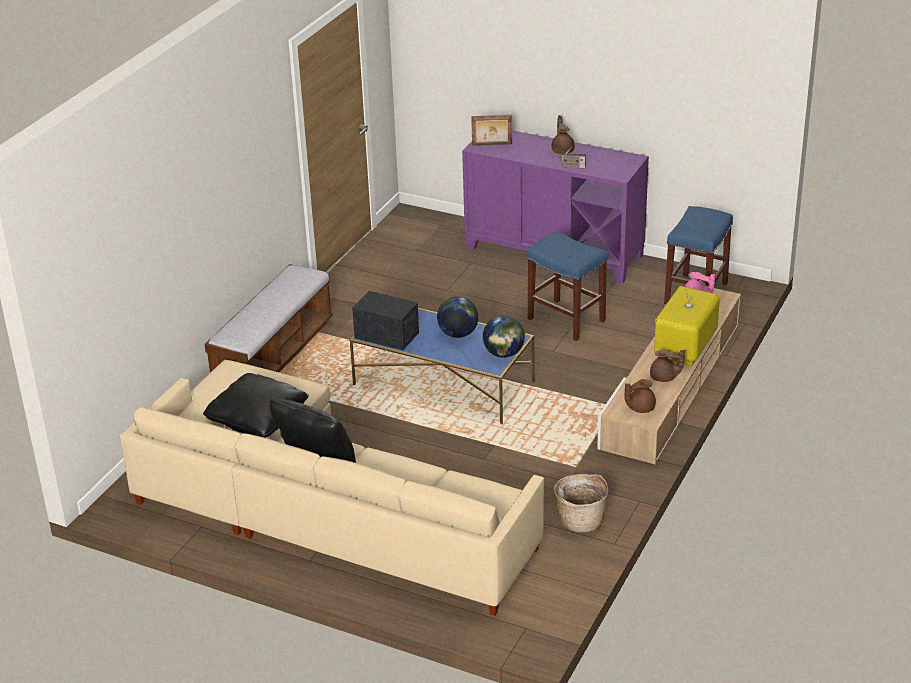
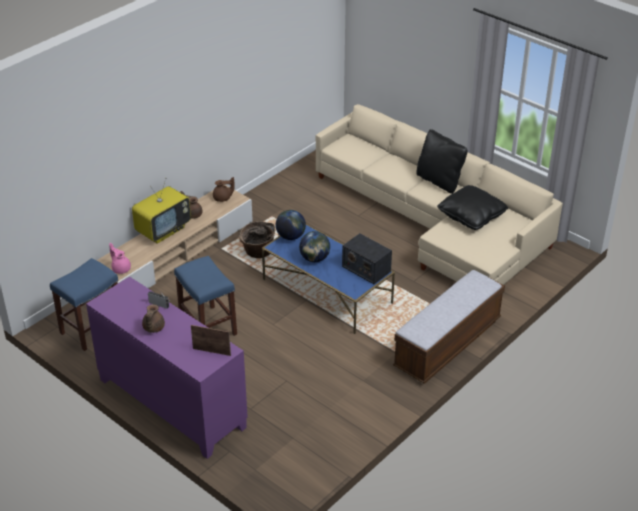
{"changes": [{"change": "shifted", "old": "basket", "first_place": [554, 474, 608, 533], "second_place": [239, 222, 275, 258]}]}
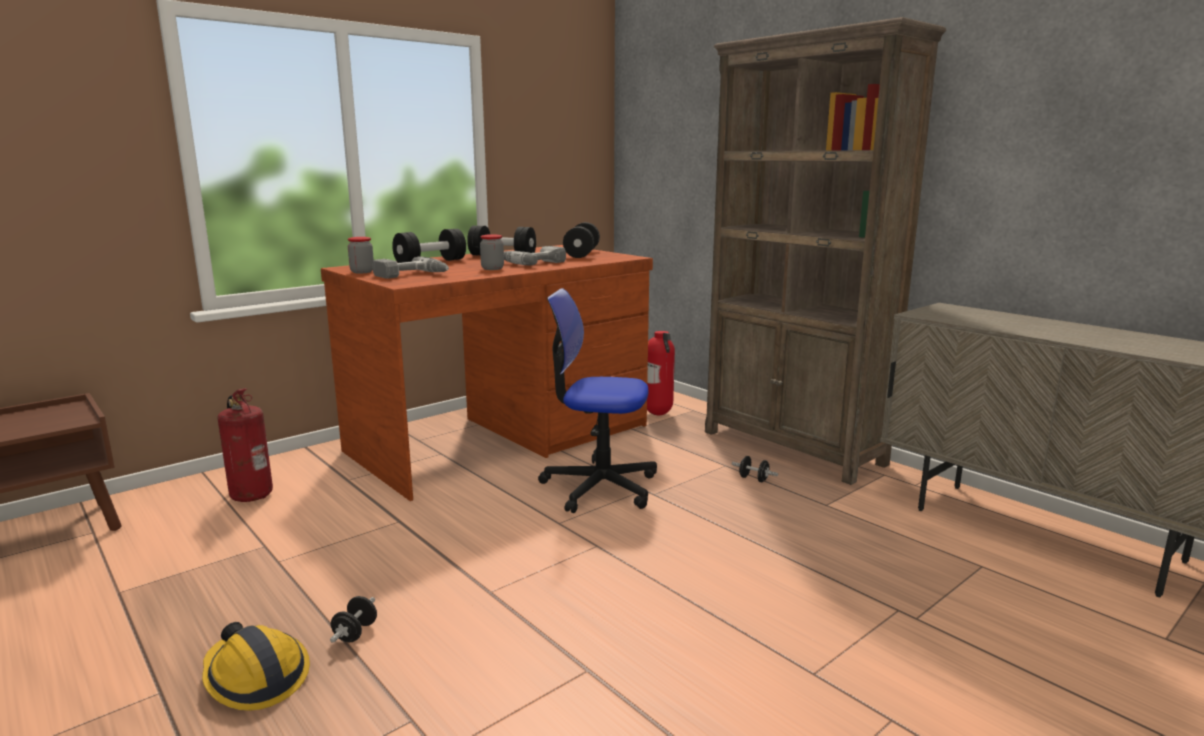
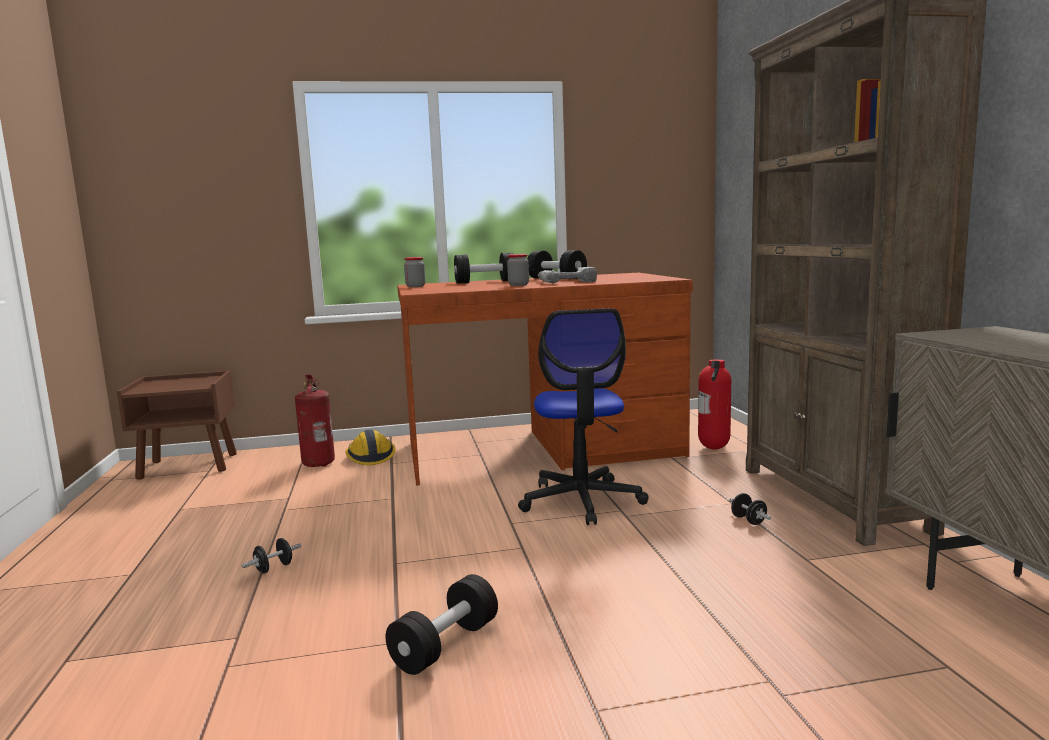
{"changes": [{"change": "gone", "old": "power_drill", "first_place": [372, 257, 449, 279]}, {"change": "shifted", "old": "hard_hat", "first_place": [202, 622, 310, 711], "second_place": [345, 430, 396, 465]}, {"change": "shifted", "old": "black_dumbbell", "first_place": [563, 222, 600, 258], "second_place": [386, 574, 498, 675]}, {"change": "rotated", "old": "office_chair", "first_place": [538, 288, 657, 513], "second_place": [518, 308, 649, 525], "degrees": -135}]}
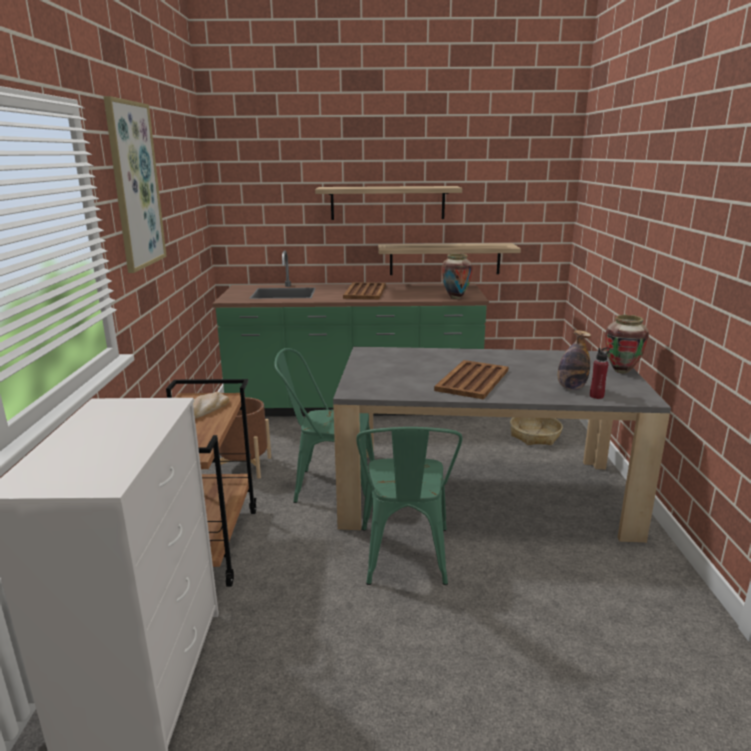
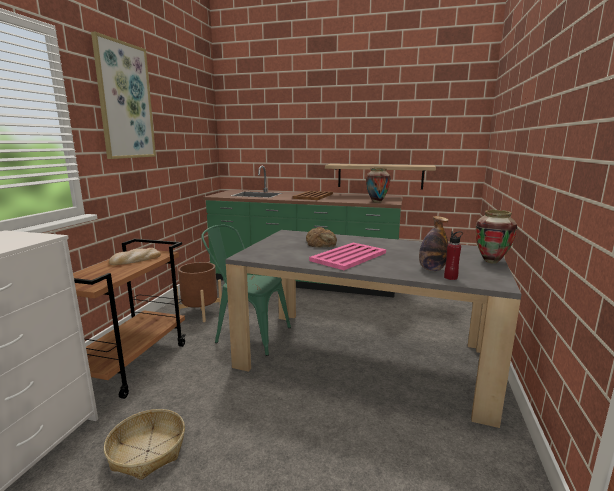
{"changes": [{"change": "gone", "old": "shelf", "first_place": [315, 186, 462, 220]}, {"change": "gone", "old": "green_chair", "first_place": [356, 427, 462, 585]}, {"change": "new", "new": "bread", "second_place": [306, 227, 337, 248]}, {"change": "shifted", "old": "basket", "first_place": [510, 417, 563, 445], "second_place": [104, 409, 185, 480]}, {"change": "repainted", "old": "brown_tray", "new": "pink_tray", "first_place": [434, 360, 508, 400], "second_place": [309, 243, 386, 270]}]}
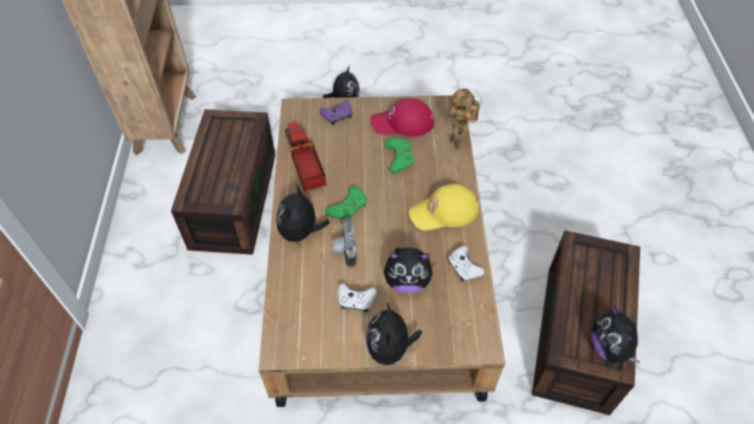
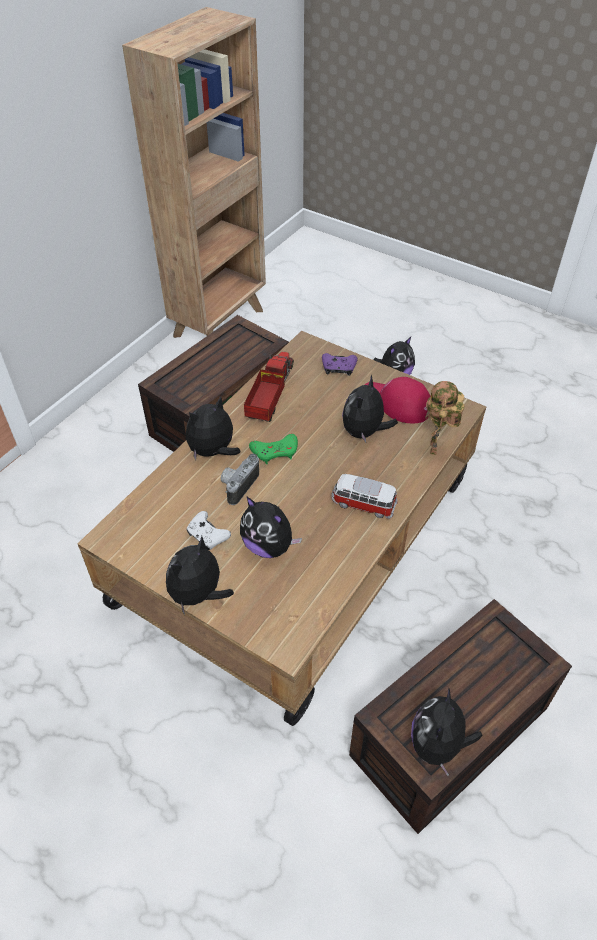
{"changes": [{"change": "gone", "old": "white_game_controller", "first_place": [448, 245, 485, 281]}, {"change": "swapped", "old": "green_game_controller", "new": "plush_toy", "first_place": [384, 138, 414, 173], "second_place": [342, 375, 398, 442]}, {"change": "swapped", "old": "yellow_cap", "new": "toy_car", "first_place": [409, 184, 479, 230], "second_place": [331, 474, 398, 519]}]}
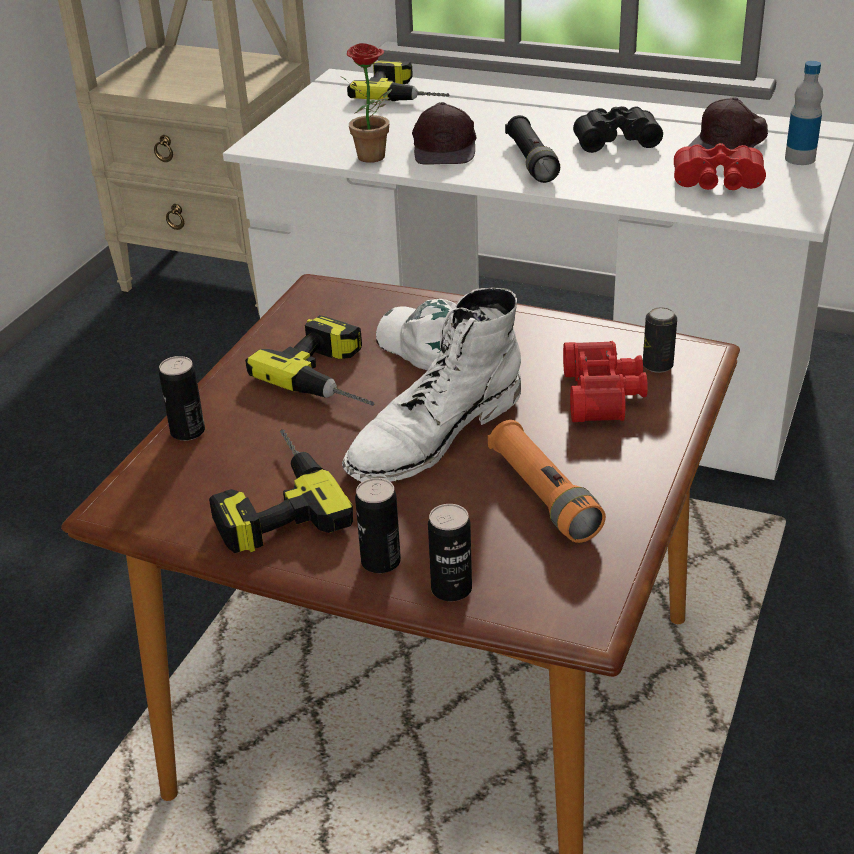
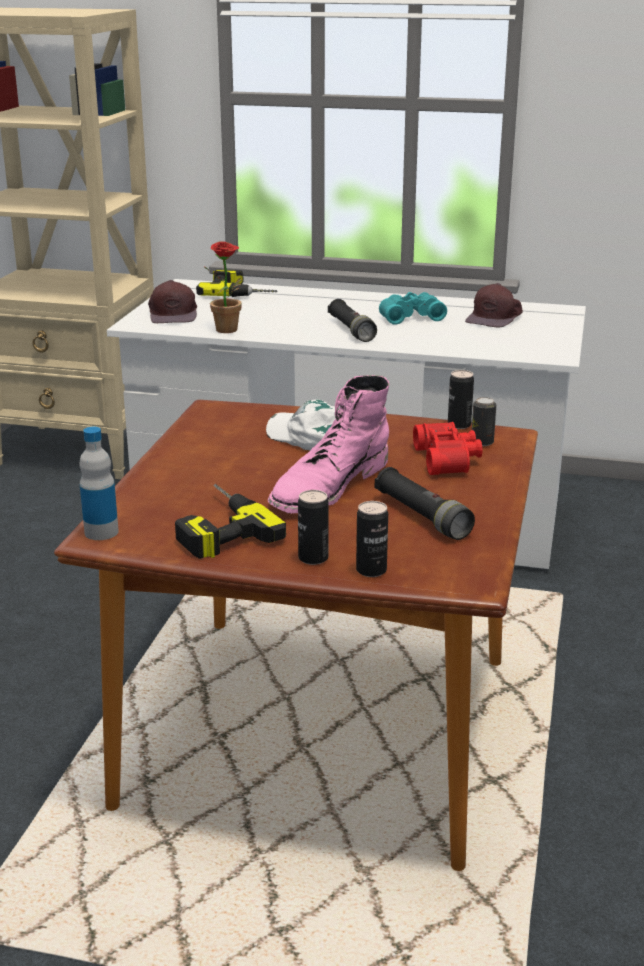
{"changes": [{"change": "gone", "old": "power_drill", "first_place": [245, 315, 374, 406]}, {"change": "gone", "old": "red_binoculars", "first_place": [674, 143, 766, 190]}, {"change": "shifted", "old": "can", "first_place": [159, 356, 205, 441], "second_place": [448, 370, 474, 429]}, {"change": "shifted", "old": "brown_cap", "first_place": [412, 102, 476, 165], "second_place": [148, 280, 197, 323]}, {"change": "shifted", "old": "bottle", "first_place": [785, 61, 823, 165], "second_place": [79, 427, 119, 540]}, {"change": "repainted", "old": "white_boot", "new": "pink_boot", "first_place": [342, 287, 521, 482], "second_place": [268, 375, 389, 514]}, {"change": "repainted", "old": "orange_flashlight", "new": "black_flashlight", "first_place": [488, 420, 606, 543], "second_place": [375, 467, 475, 540]}, {"change": "repainted", "old": "black_binoculars", "new": "turquoise_binoculars", "first_place": [573, 106, 663, 153], "second_place": [379, 292, 447, 325]}]}
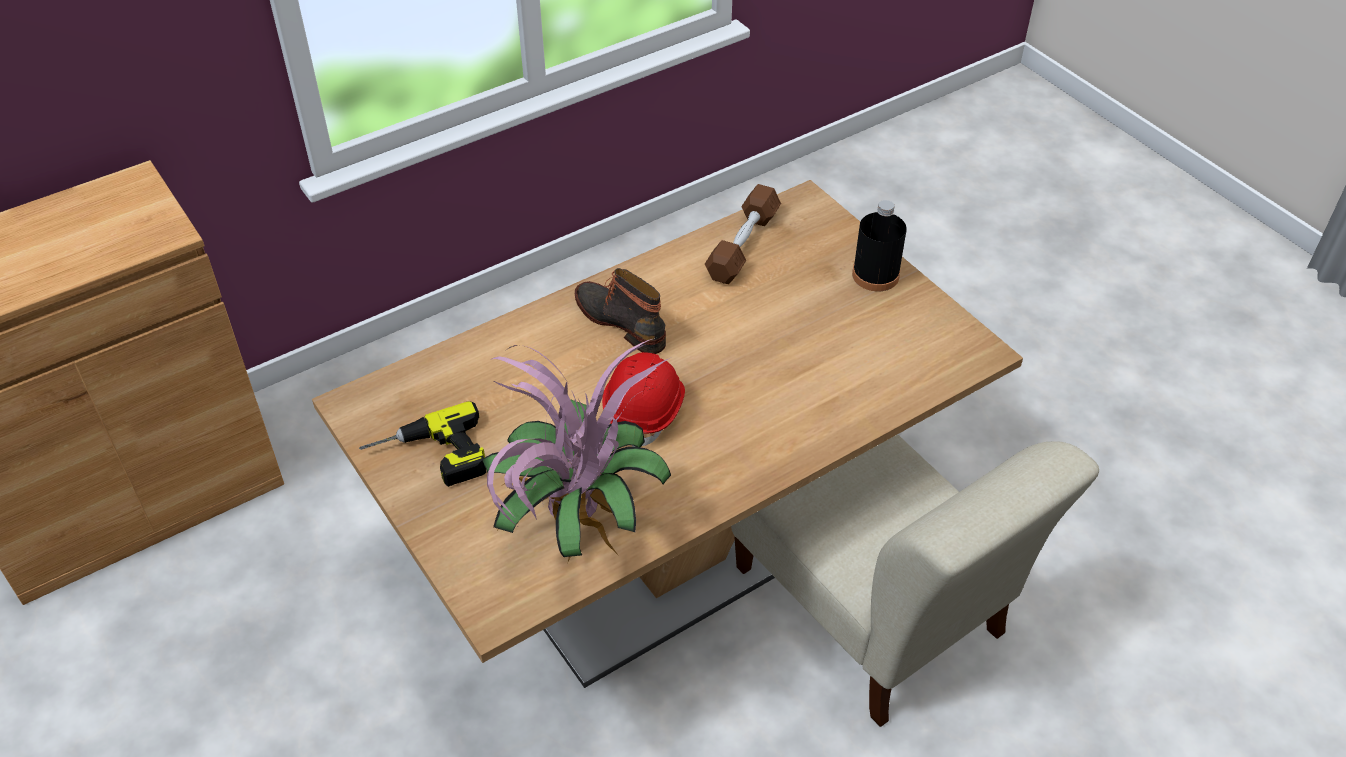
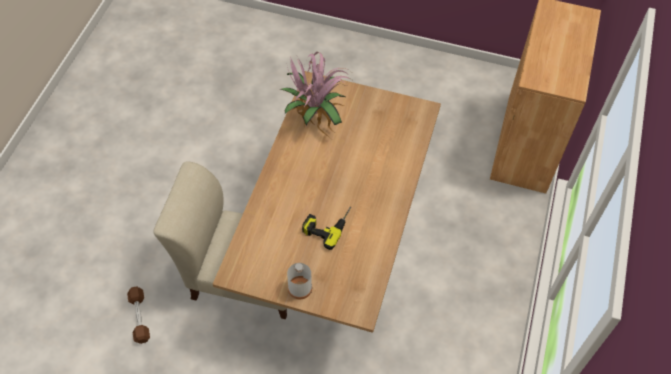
{"changes": [{"change": "gone", "old": "boot", "first_place": [575, 268, 666, 354]}, {"change": "gone", "old": "red_hard_hat", "first_place": [602, 352, 685, 447]}, {"change": "shifted", "old": "power_drill", "first_place": [359, 401, 486, 487], "second_place": [302, 207, 351, 250]}, {"change": "shifted", "old": "brown_dumbbell", "first_place": [705, 184, 781, 284], "second_place": [127, 286, 150, 344]}, {"change": "repainted", "old": "black_bottle", "new": "white_bottle", "first_place": [852, 200, 907, 291], "second_place": [287, 263, 312, 299]}]}
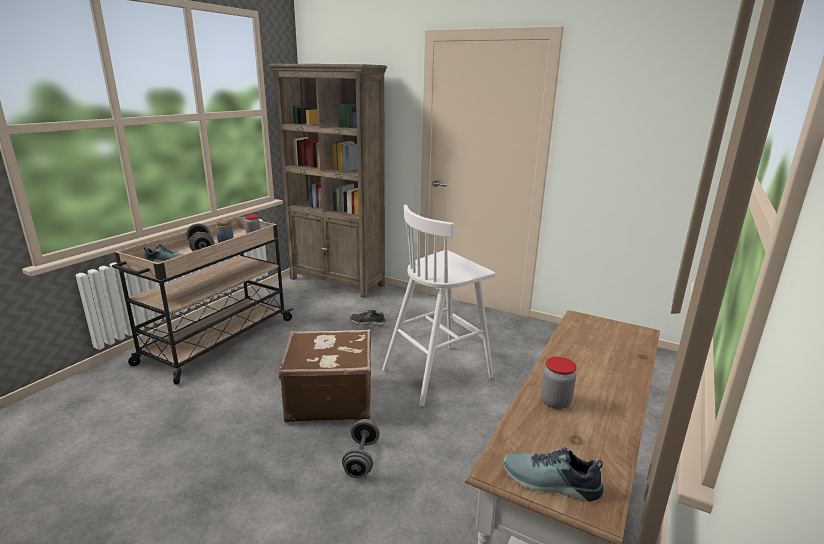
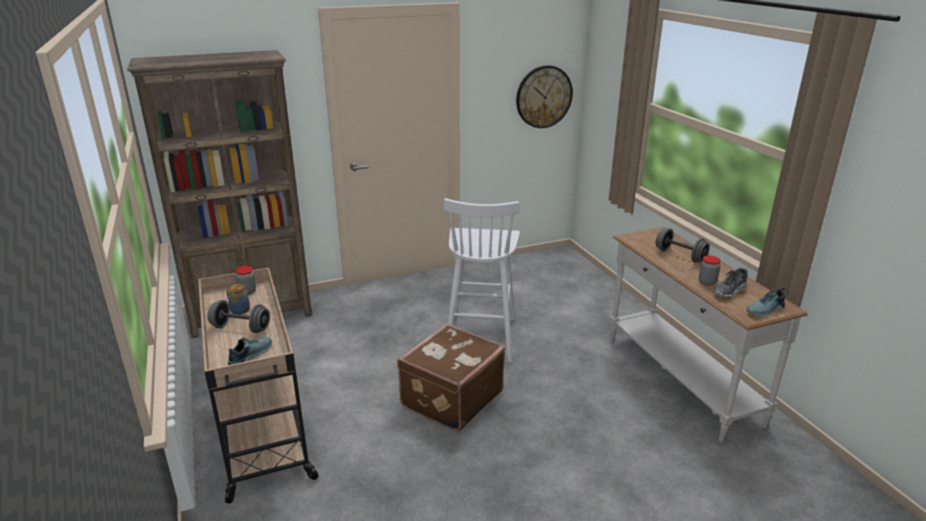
{"changes": [{"change": "new", "new": "wall_clock", "second_place": [516, 65, 573, 128]}, {"change": "shifted", "old": "grey_dumbbell", "first_place": [342, 419, 380, 478], "second_place": [656, 228, 710, 263]}, {"change": "shifted", "old": "shoe", "first_place": [350, 310, 386, 327], "second_place": [713, 267, 747, 299]}]}
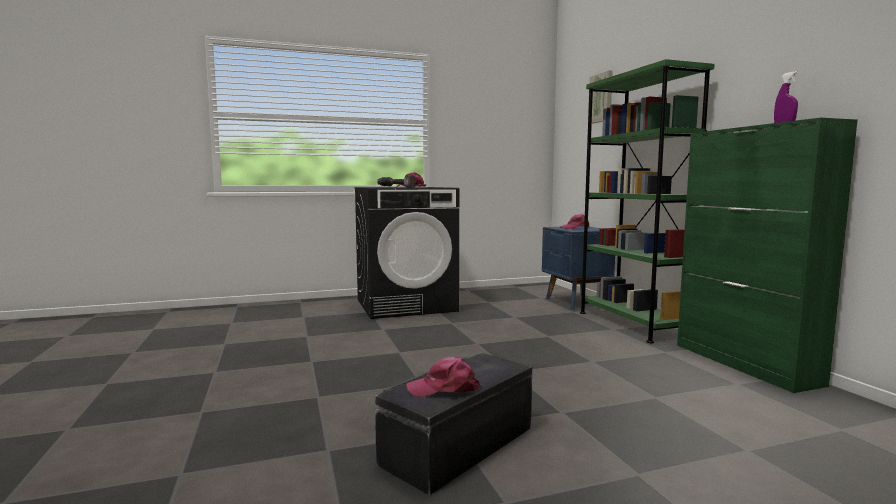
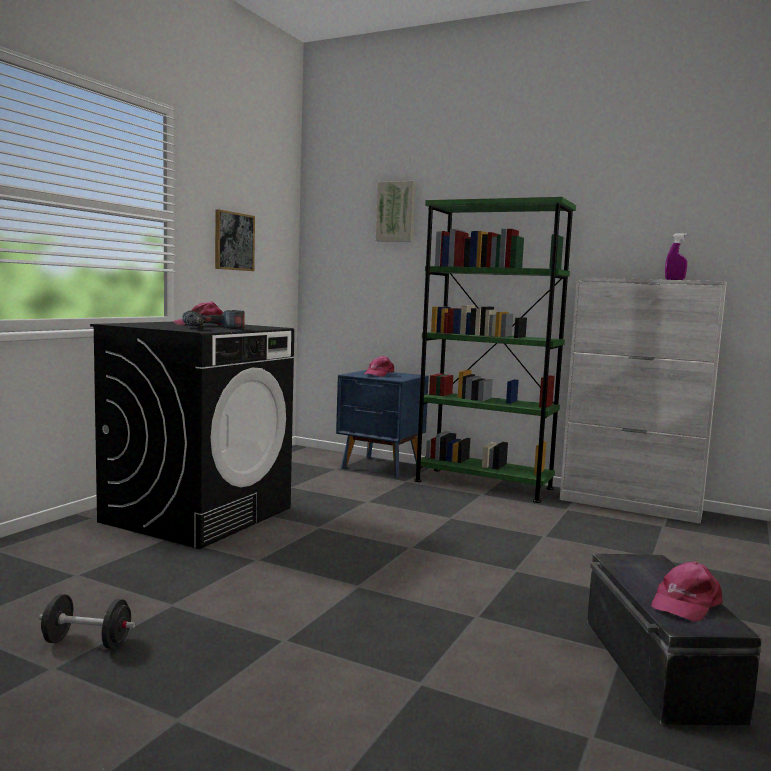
{"changes": [{"change": "new", "new": "black_dumbbell", "second_place": [39, 594, 135, 649]}, {"change": "new", "new": "picture", "second_place": [215, 209, 255, 271]}, {"change": "repainted", "old": "green_cabinet", "new": "white_cabinet", "first_place": [677, 118, 858, 393], "second_place": [560, 277, 727, 524]}]}
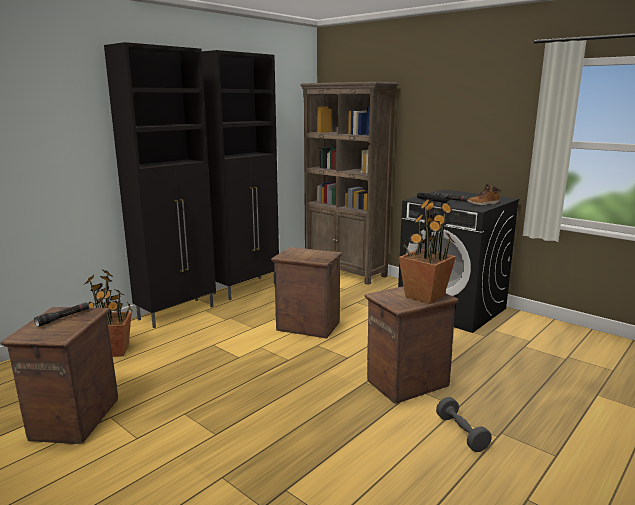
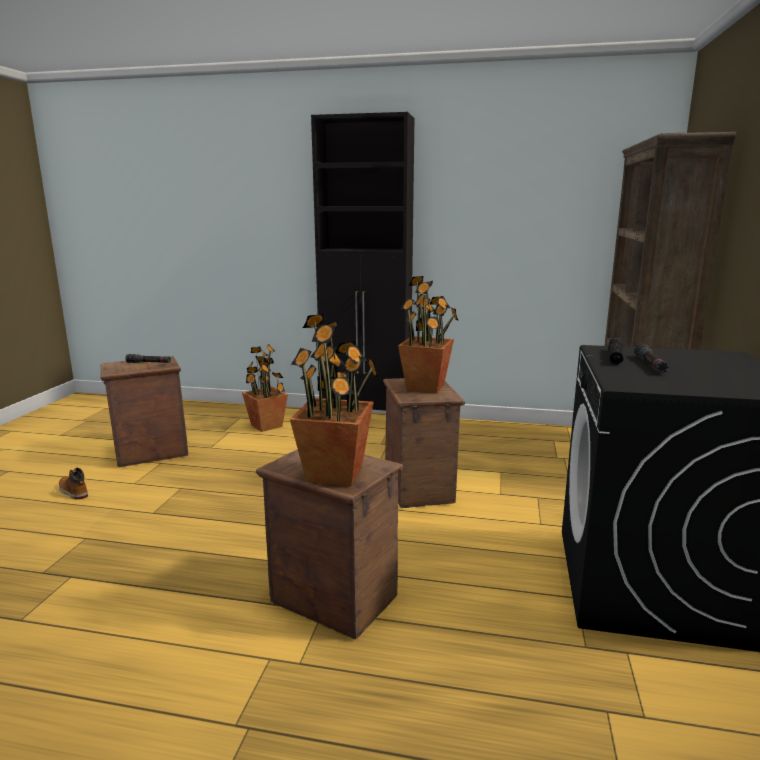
{"changes": [{"change": "gone", "old": "black_cabinet", "first_place": [202, 50, 279, 300]}, {"change": "gone", "old": "grey_dumbbell", "first_place": [436, 397, 492, 452]}, {"change": "new", "new": "potted_plant", "second_place": [398, 276, 458, 393]}, {"change": "shifted", "old": "boot", "first_place": [467, 184, 501, 206], "second_place": [59, 468, 88, 500]}]}
